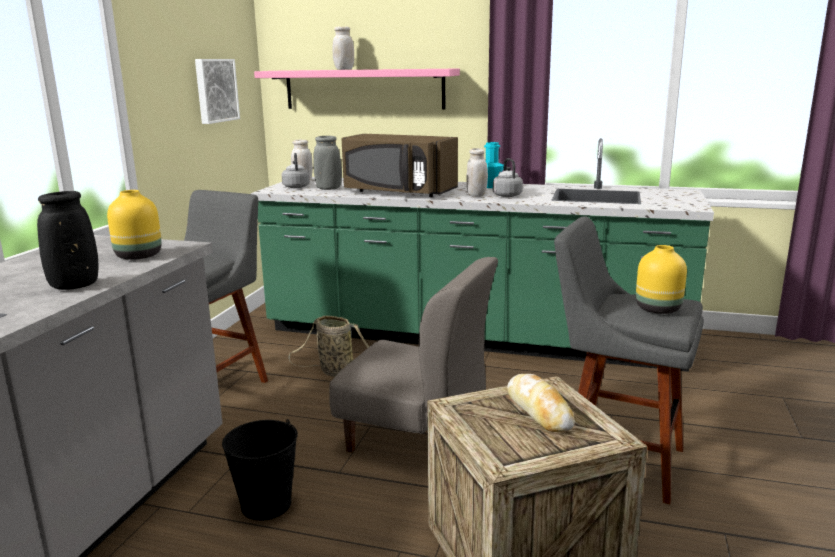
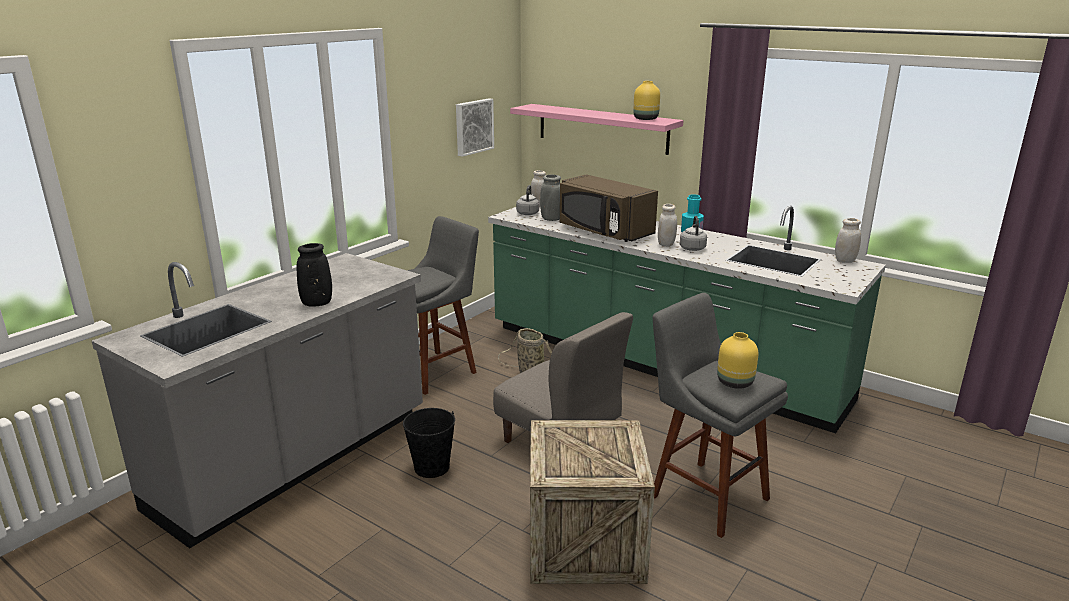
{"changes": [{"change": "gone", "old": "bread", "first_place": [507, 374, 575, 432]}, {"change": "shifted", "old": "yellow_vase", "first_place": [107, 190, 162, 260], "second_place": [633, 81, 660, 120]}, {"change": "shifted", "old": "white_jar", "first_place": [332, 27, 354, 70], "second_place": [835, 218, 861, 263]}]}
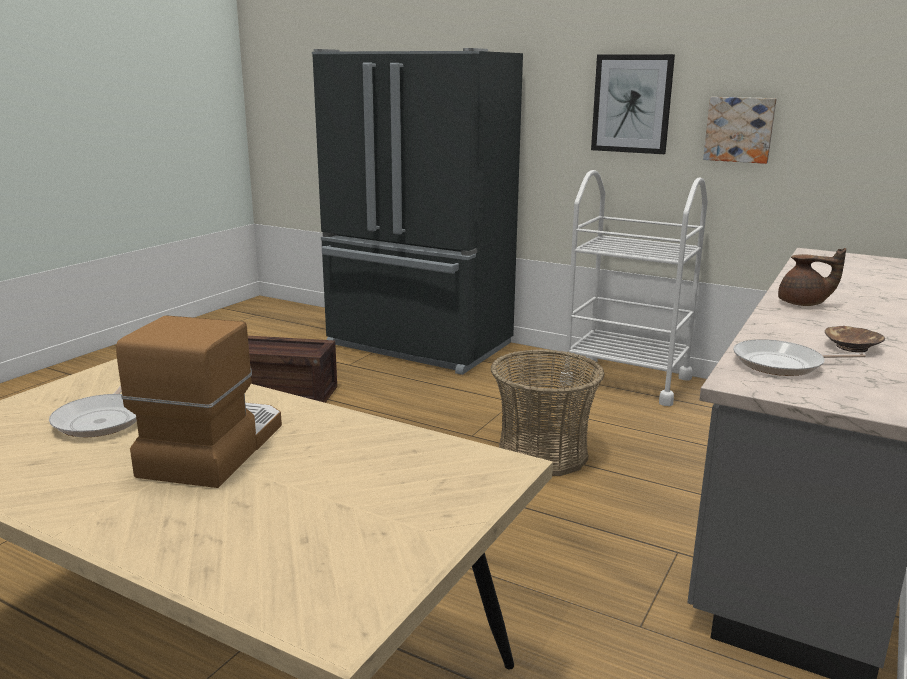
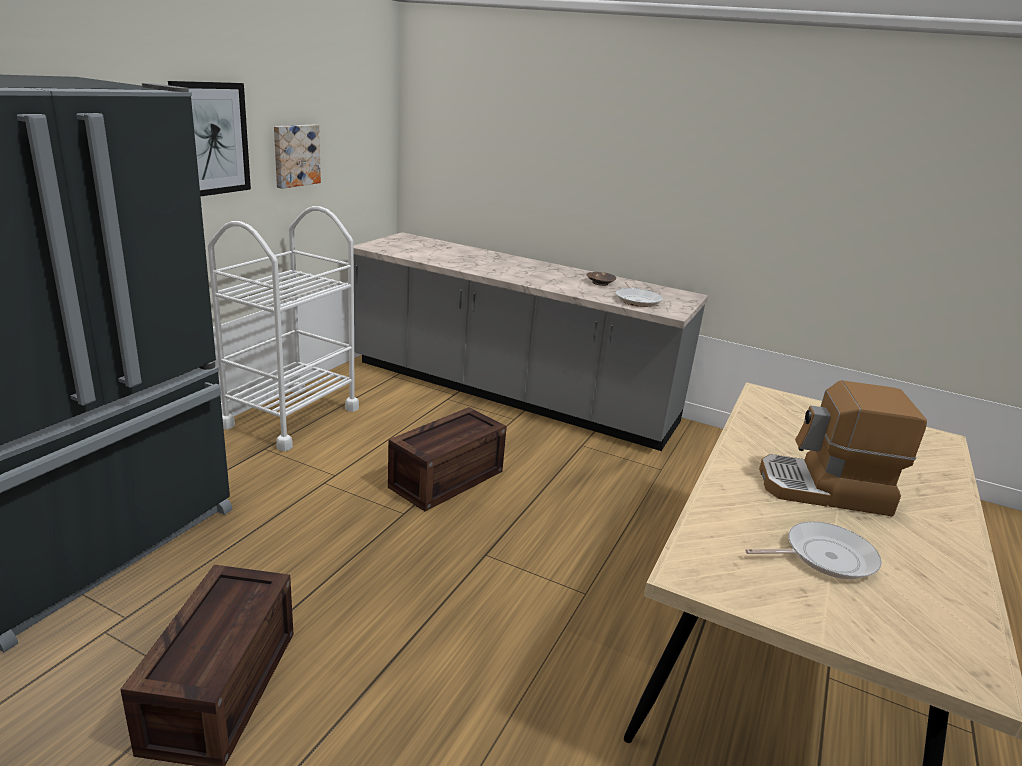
{"changes": [{"change": "gone", "old": "brown_teapot", "first_place": [778, 248, 846, 306]}, {"change": "swapped", "old": "basket", "new": "crate", "first_place": [491, 349, 605, 476], "second_place": [388, 407, 507, 511]}]}
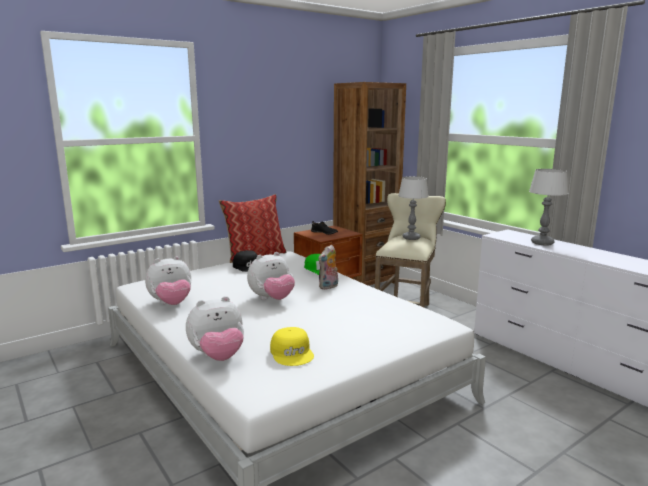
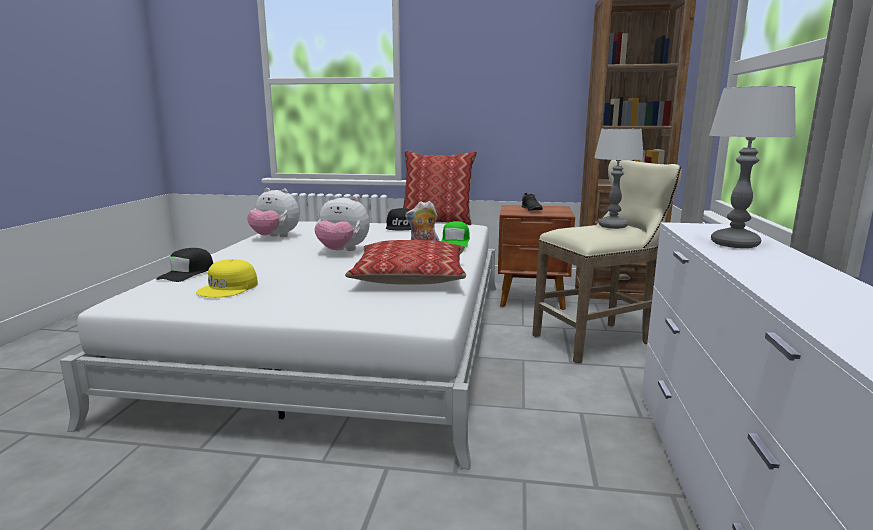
{"changes": [{"change": "new", "new": "pillow", "second_place": [345, 240, 466, 285]}, {"change": "swapped", "old": "plush_toy", "new": "black_cap", "first_place": [186, 296, 244, 361], "second_place": [156, 248, 213, 282]}]}
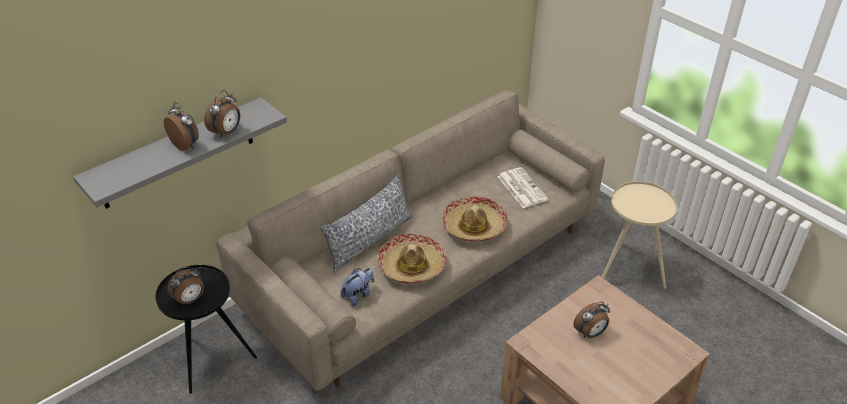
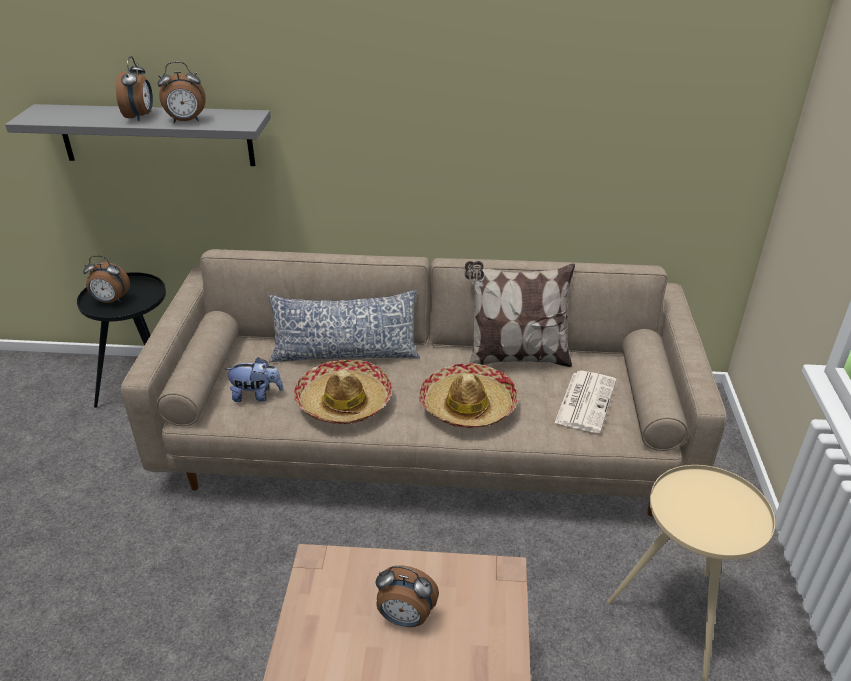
{"changes": [{"change": "new", "new": "pillow", "second_place": [465, 261, 575, 367]}]}
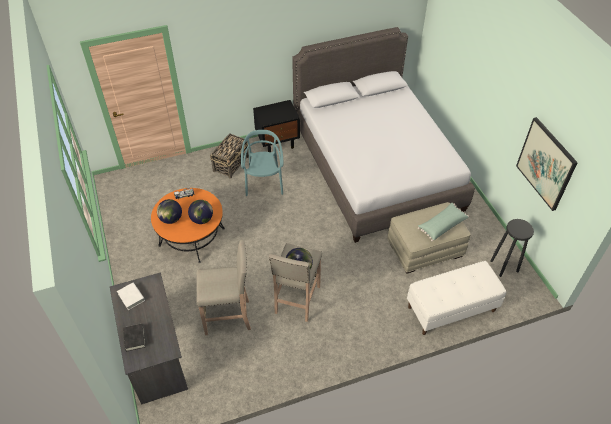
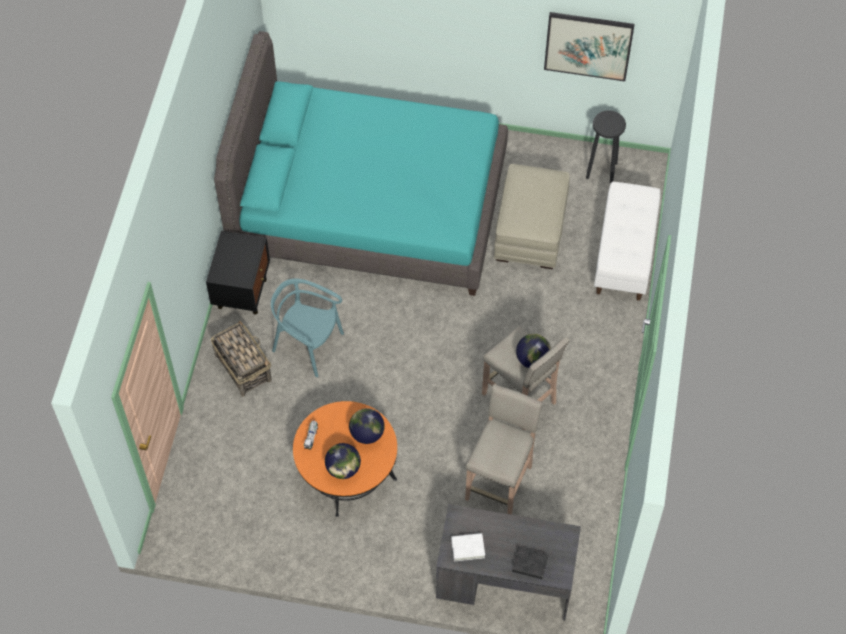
{"changes": [{"change": "gone", "old": "green_pillow", "first_place": [418, 203, 469, 241]}, {"change": "repainted", "old": "grey_bed", "new": "turquoise_bed", "first_place": [292, 27, 475, 243], "second_place": [214, 31, 508, 296]}]}
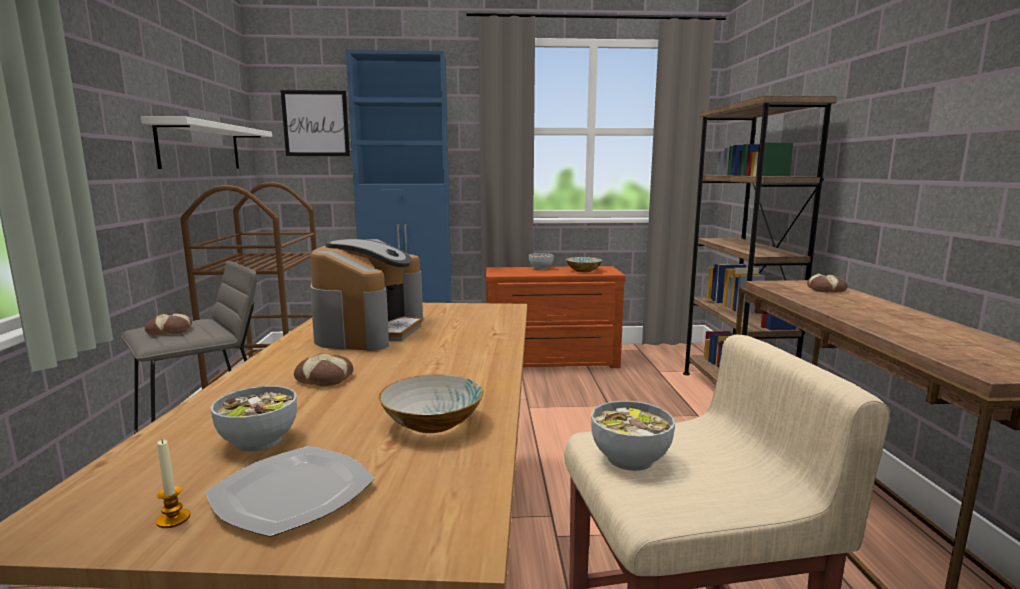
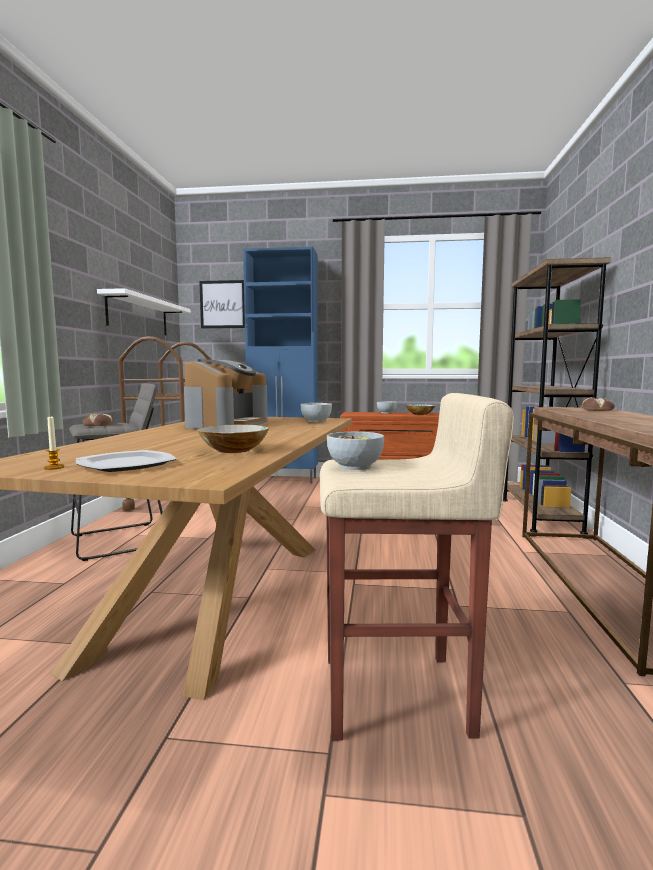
{"changes": [{"change": "gone", "old": "bread", "first_place": [294, 353, 353, 387]}, {"change": "shifted", "old": "bowl", "first_place": [210, 386, 297, 451], "second_place": [301, 403, 332, 422]}]}
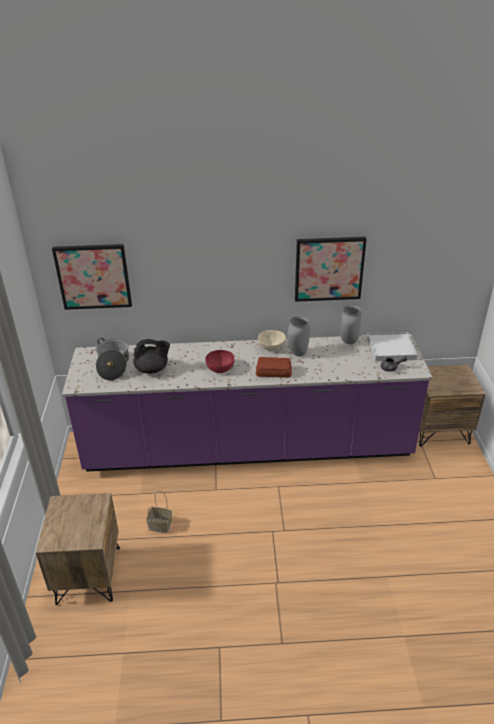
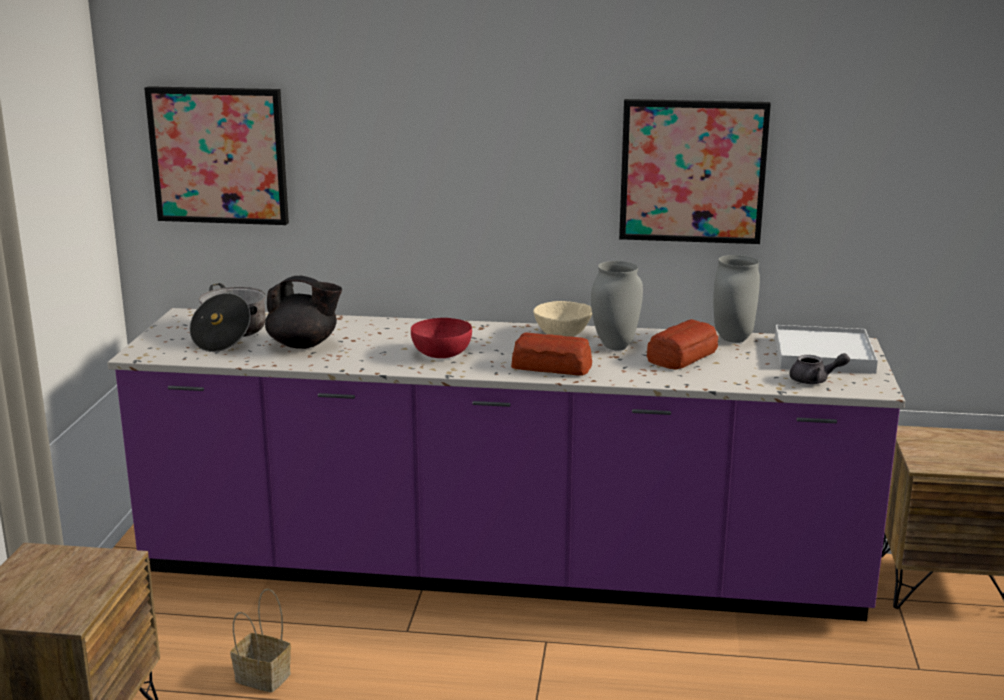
{"changes": [{"change": "new", "new": "bread", "second_place": [647, 319, 718, 370]}]}
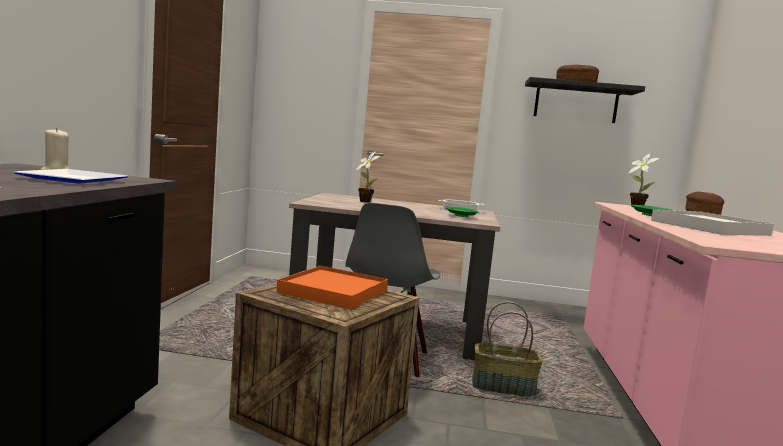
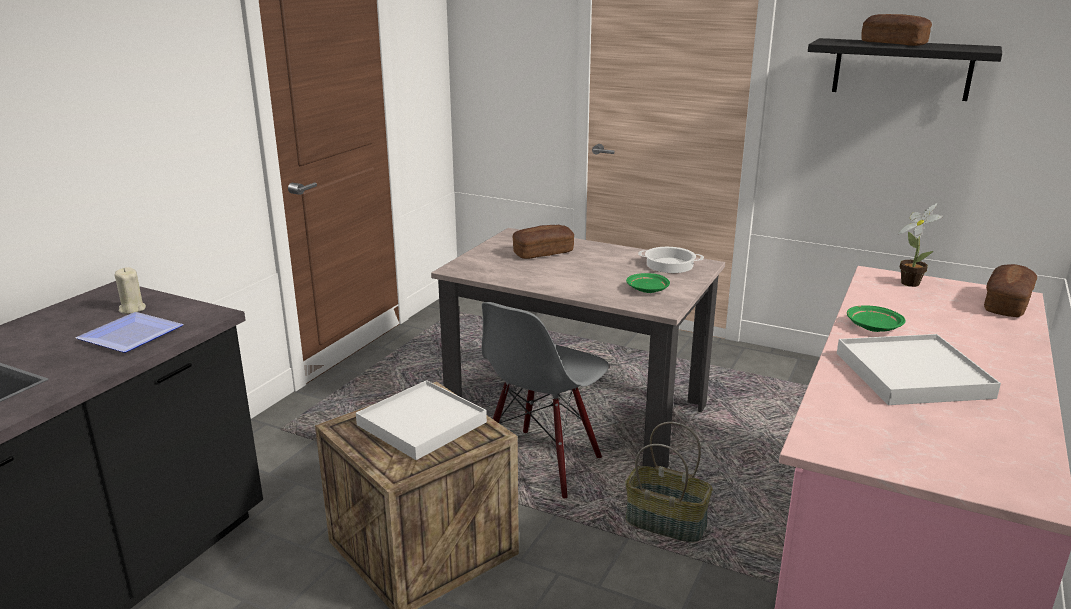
{"changes": [{"change": "swapped", "old": "potted_plant", "new": "bread", "first_place": [356, 152, 380, 203], "second_place": [512, 225, 574, 259]}, {"change": "repainted", "old": "orange_tray", "new": "white_tray", "first_place": [276, 266, 388, 309], "second_place": [356, 380, 487, 460]}]}
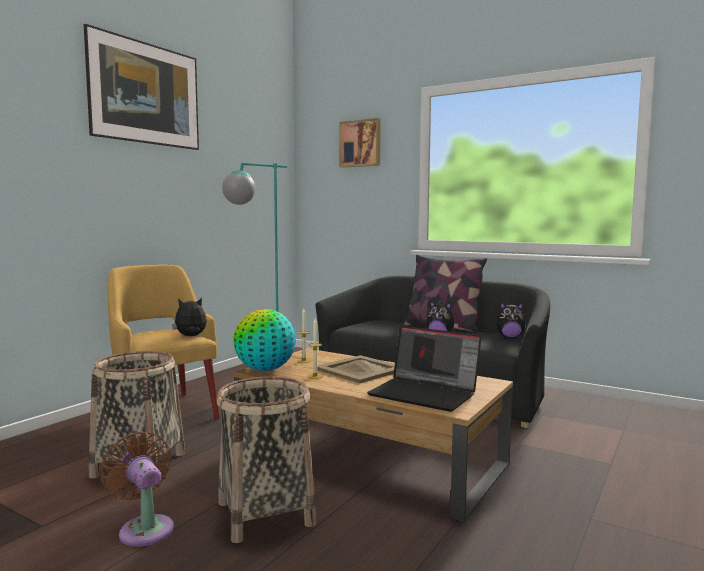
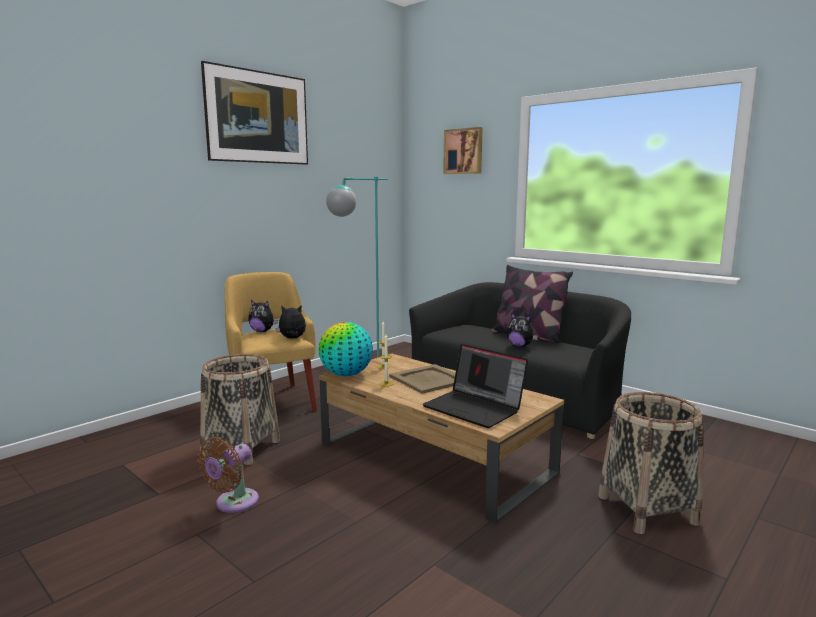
{"changes": [{"change": "shifted", "old": "basket", "first_place": [217, 377, 316, 543], "second_place": [598, 392, 704, 534]}, {"change": "shifted", "old": "plush_toy", "first_place": [496, 302, 526, 338], "second_place": [248, 300, 278, 332]}, {"change": "rotated", "old": "brown_fan", "first_place": [100, 432, 174, 547], "second_place": [197, 437, 259, 513], "degrees": -120}]}
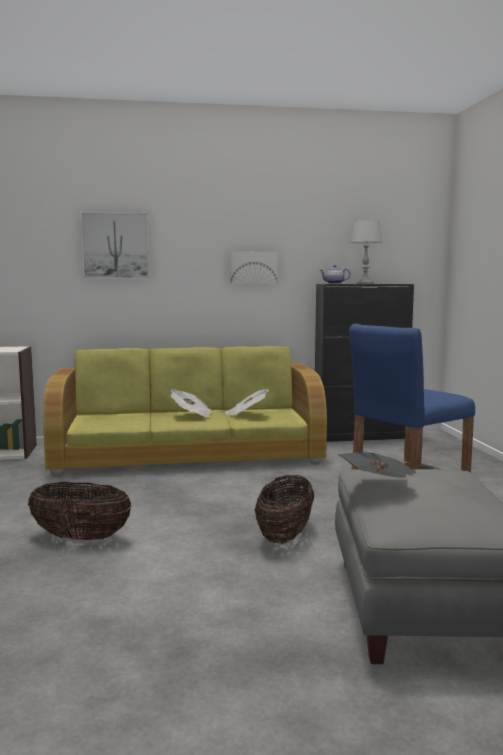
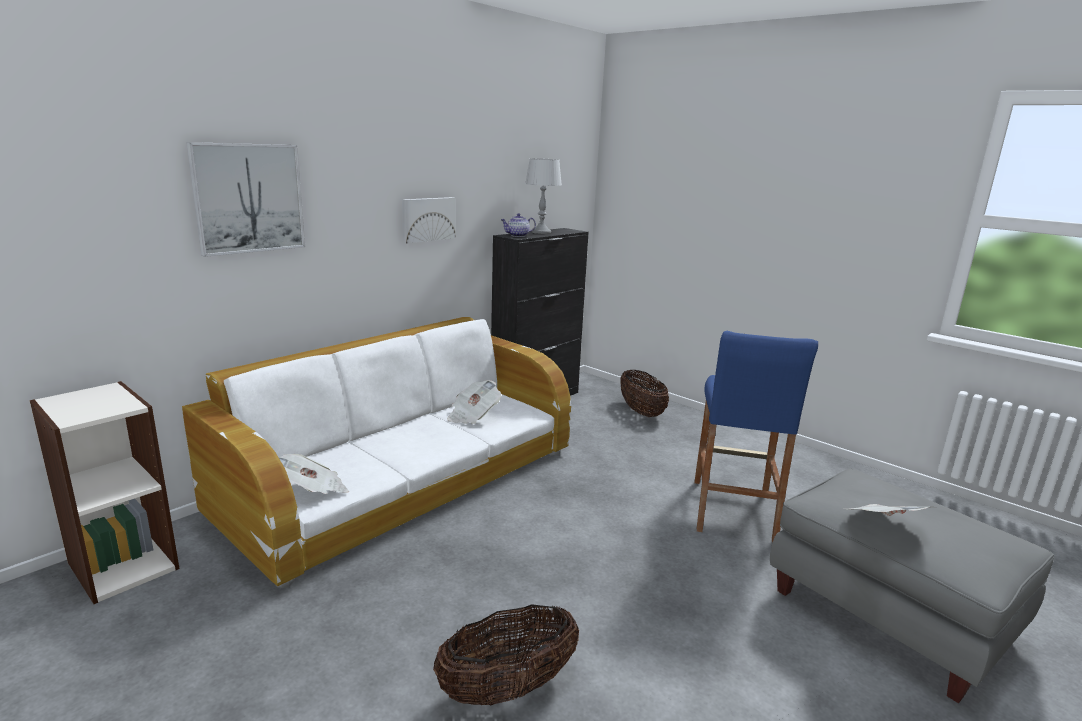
{"changes": [{"change": "shifted", "old": "newspaper", "first_place": [171, 389, 212, 418], "second_place": [279, 454, 350, 494]}, {"change": "shifted", "old": "basket", "first_place": [255, 475, 314, 543], "second_place": [620, 370, 669, 417]}, {"change": "repainted", "old": "green_sofa", "new": "white_sofa", "first_place": [43, 346, 327, 476], "second_place": [182, 317, 571, 588]}]}
